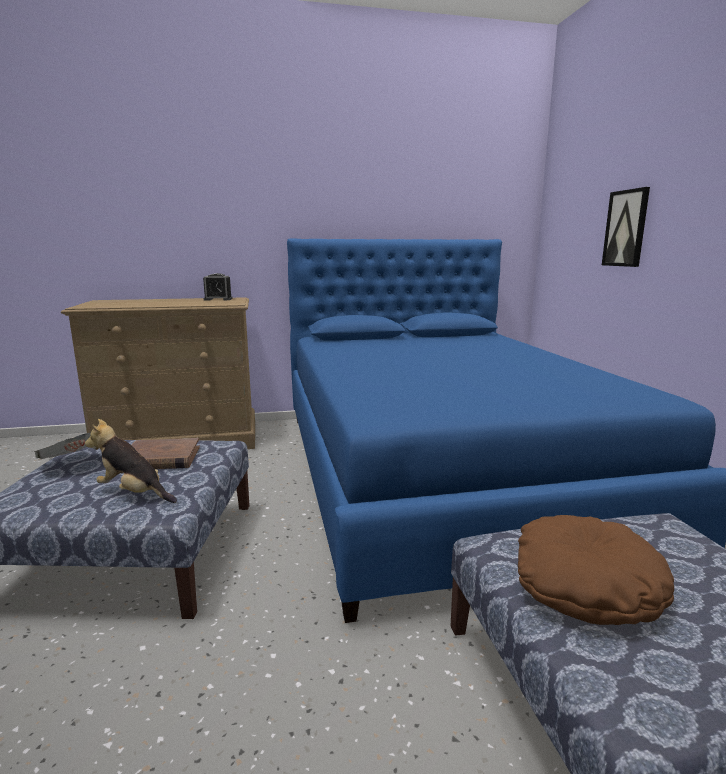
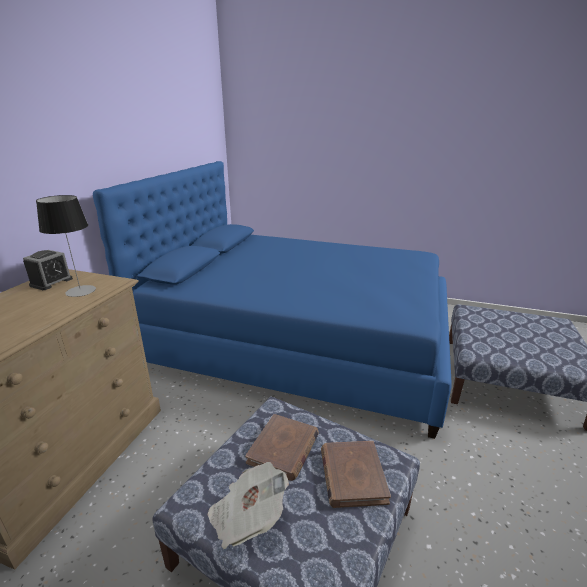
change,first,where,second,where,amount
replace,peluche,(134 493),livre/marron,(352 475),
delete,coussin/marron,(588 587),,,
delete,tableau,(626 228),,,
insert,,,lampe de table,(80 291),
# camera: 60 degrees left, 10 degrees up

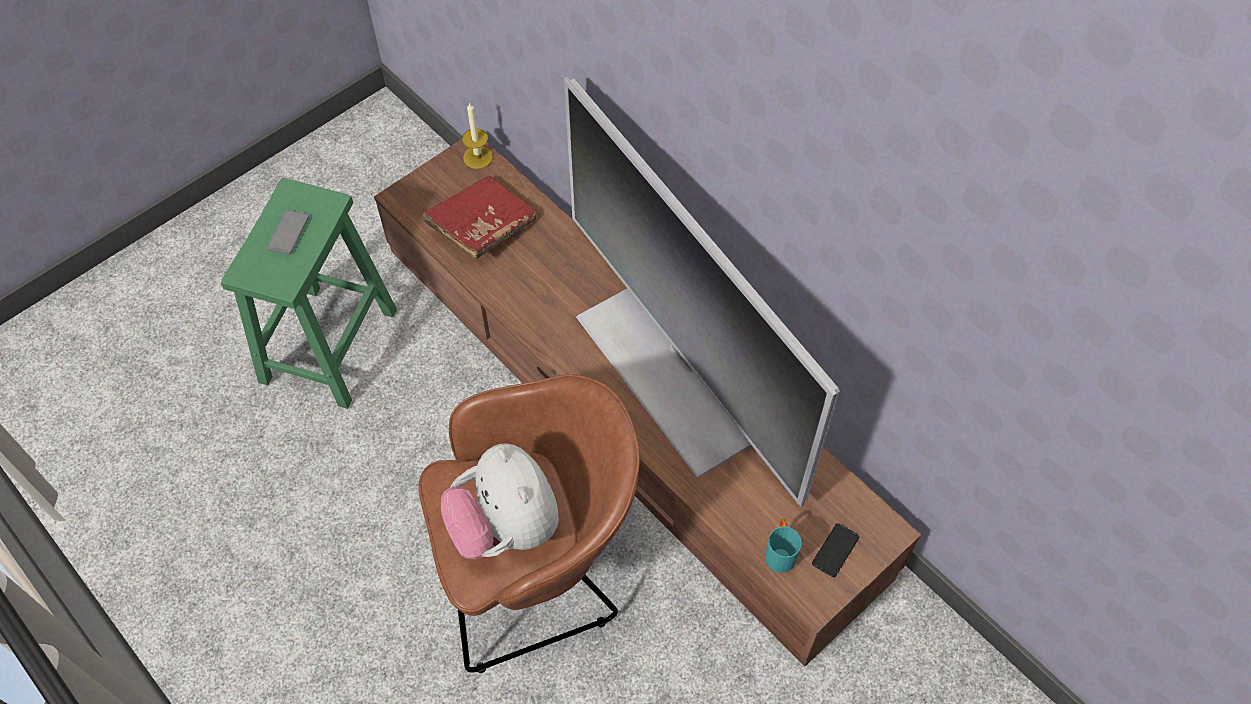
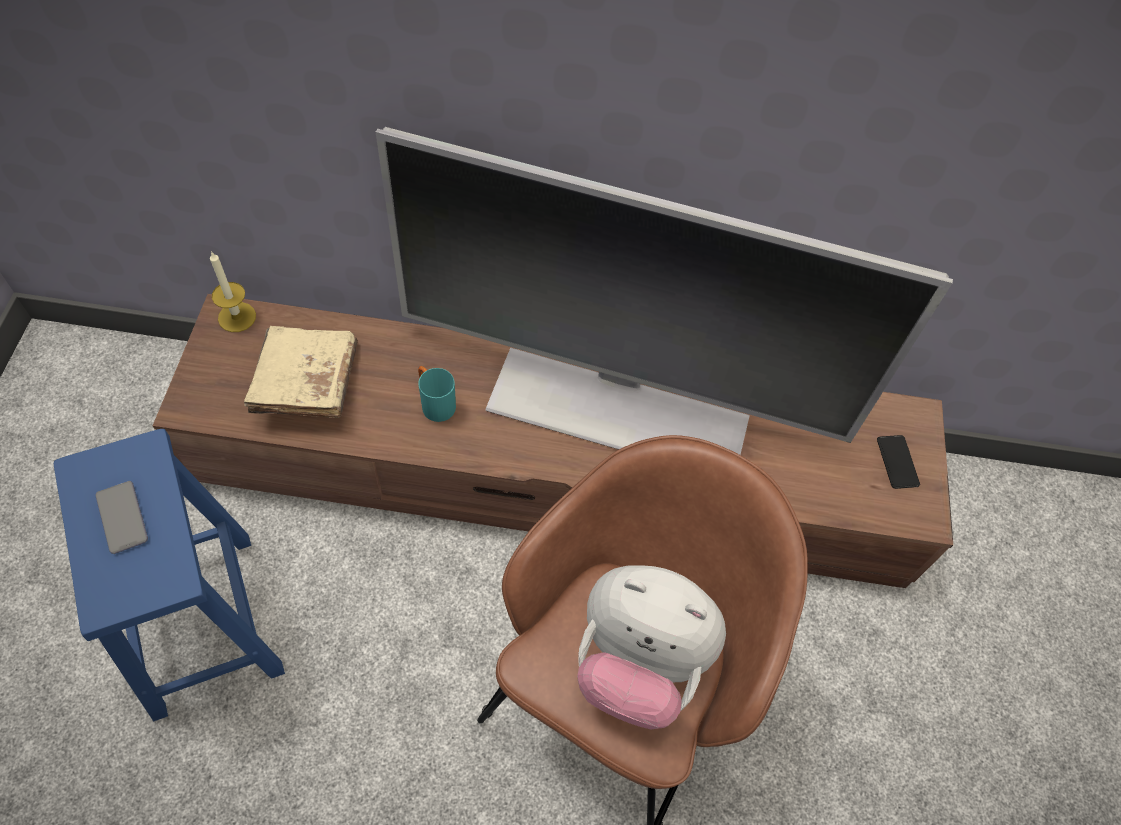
change,first,where,second,where,amount
recolor,tabouret/vert,(329 343),tabouret/bleu,(202 620),
recolor,livre/rouge,(482 227),livre/beige,(306 383),
move,mug/turquoise,(780 552),,(434 403),
# camera: 45 degrees left, 0 degrees up

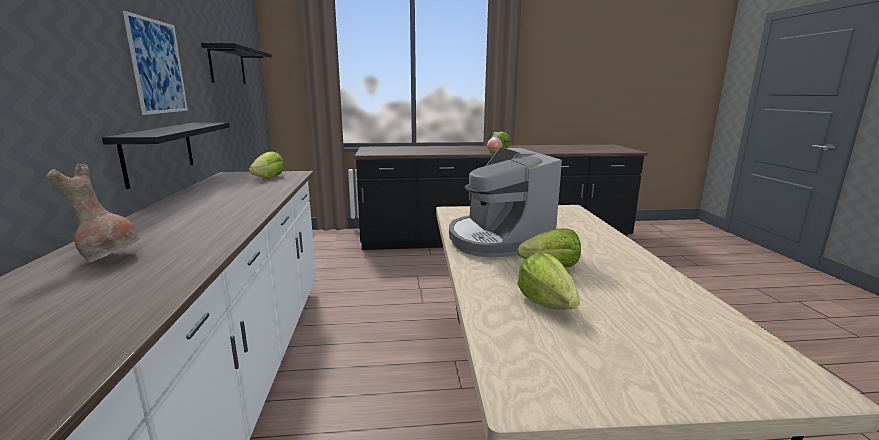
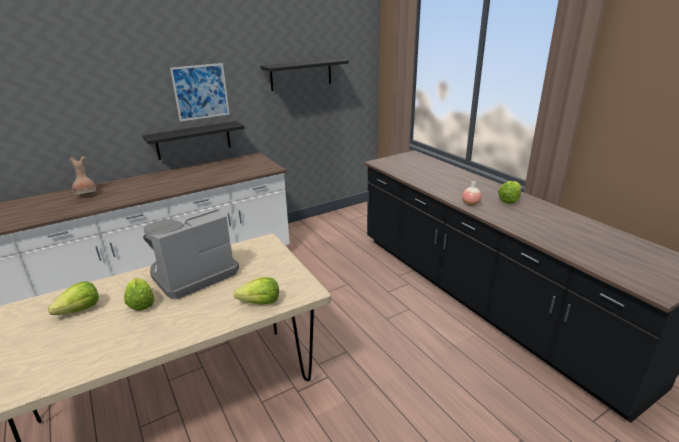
change,first,where,second,where,amount
move,laitue,(268 177),,(260 302),
# camera: 65 degrees right, 10 degrees up

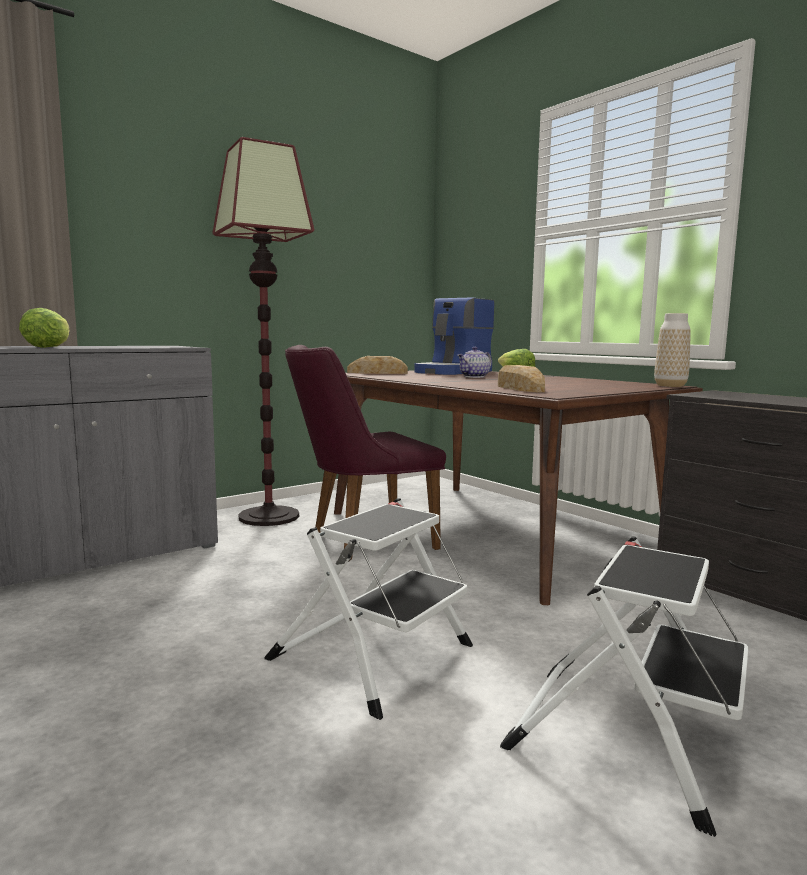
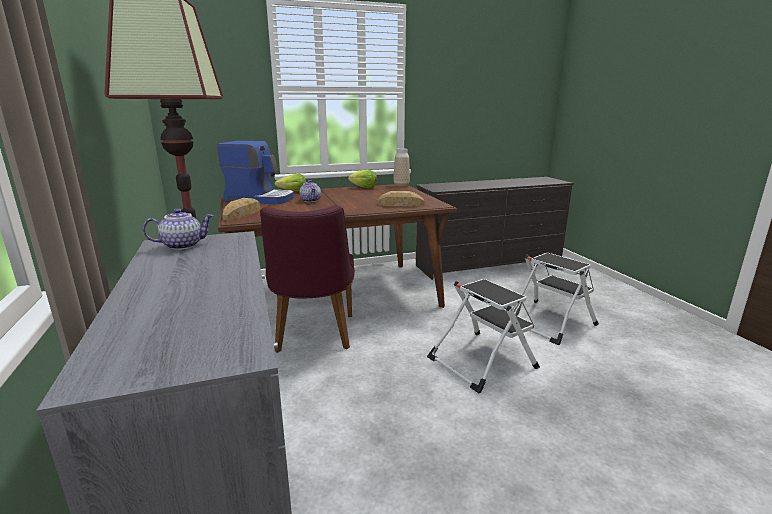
change,first,where,second,where,amount
move,laitue,(47 347),,(364 187),
rotate,machine à café,(454 372),,(260 199),45 degrees counterclockwise
insert,,,théière,(183 245),
# camera: 70 degrees left, 10 degrees up

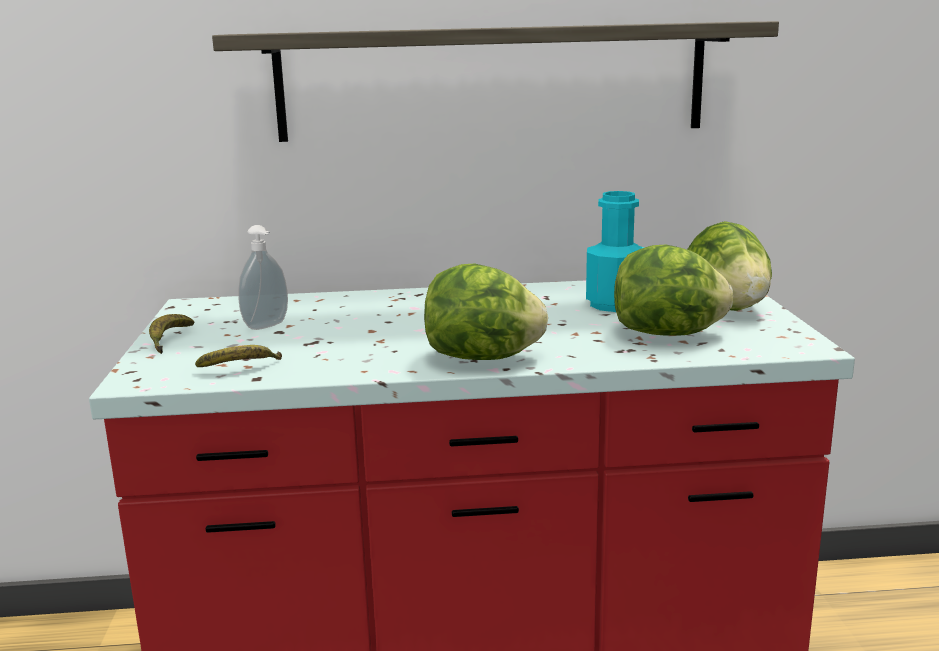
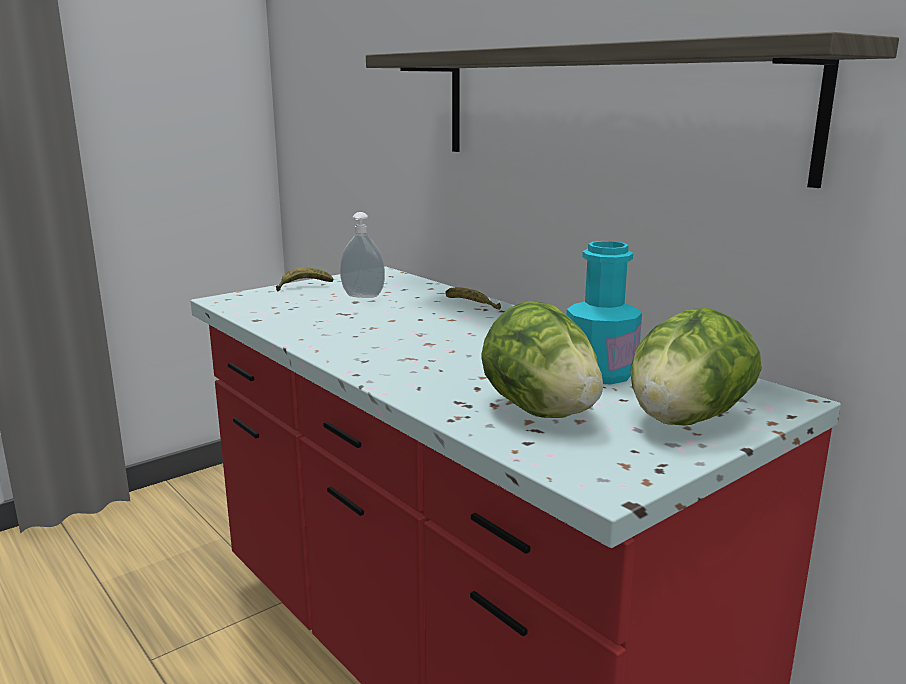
change,first,where,second,where,amount
move,banane,(241 368),,(469 306),
delete,laitue,(483 358),,,
# camera: 55 degrees right, 0 degrees up

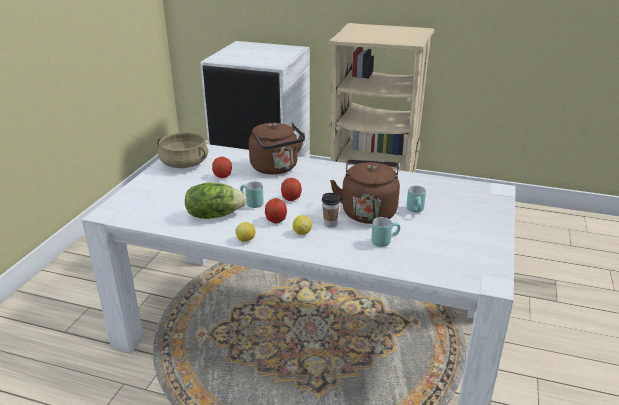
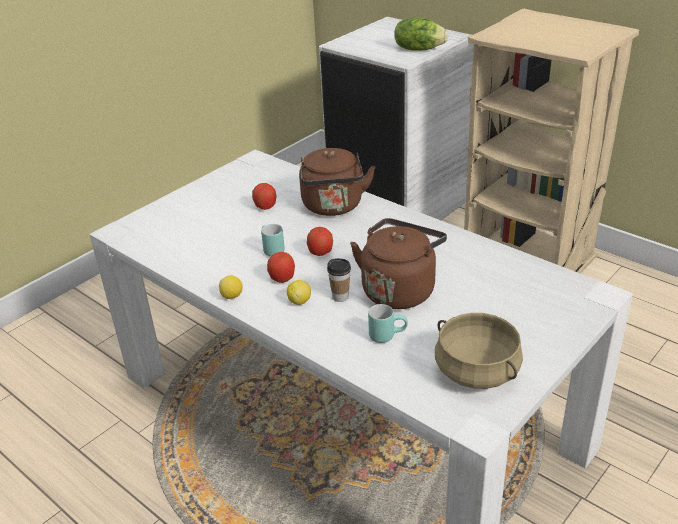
change,first,where,second,where,amount
move,marmite/beige,(184 164),,(476 371),
move,laitue,(214 215),,(418 49),
delete,mug/turquoise,(417 211),,,
# camera: 25 degrees right, 5 degrees up

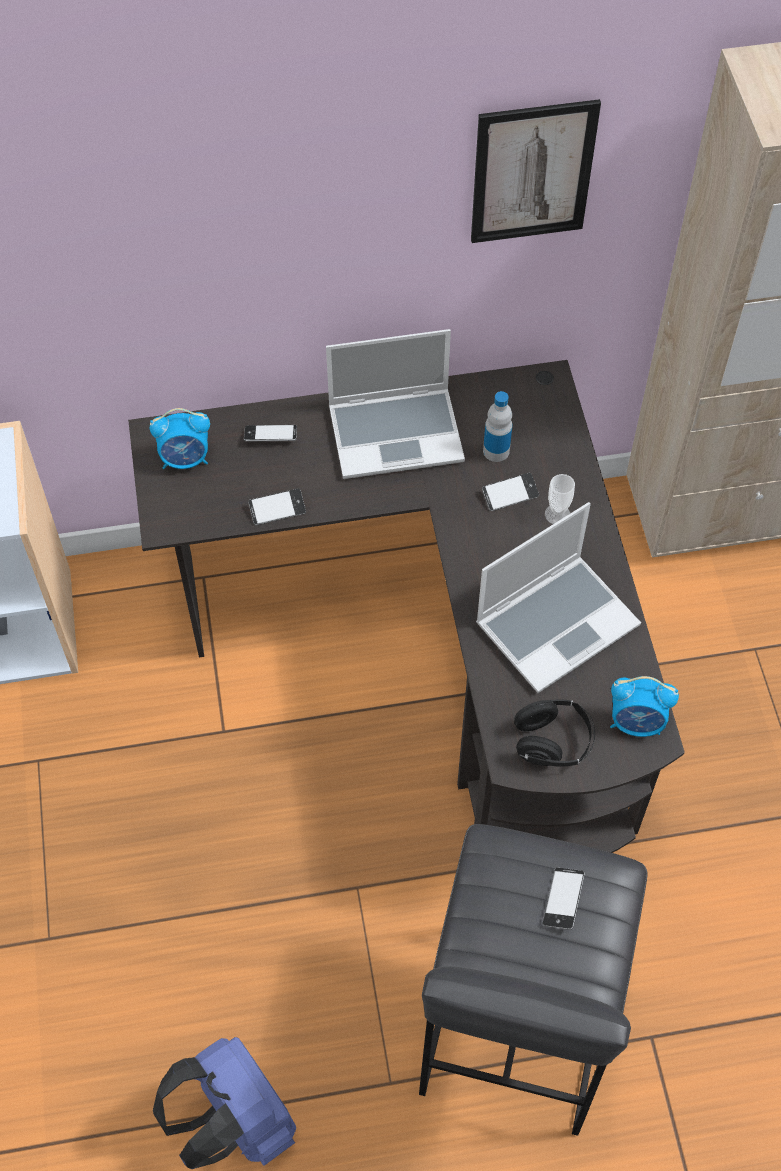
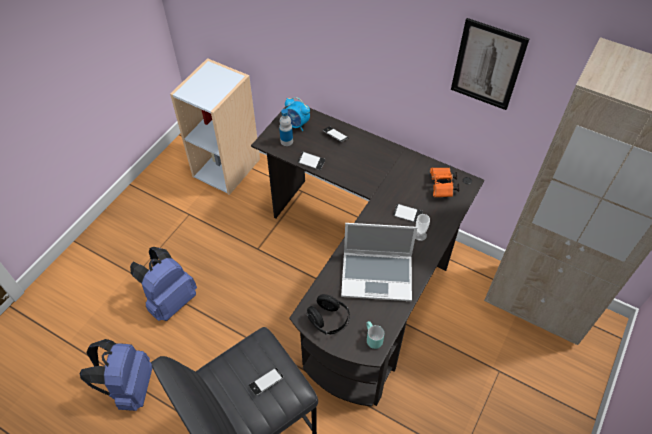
change,first,where,second,where,amount
delete,ordinateur portable,(397 433),,,
move,bouteille,(496 451),,(286 141),
replace,réveil,(636 722),mug/turquoise,(371 339),
insert,,,sac à dos/bleu,(170 300),
insert,,,jumelles/orange,(442 187),
# camera: 40 degrees right, 5 degrees down

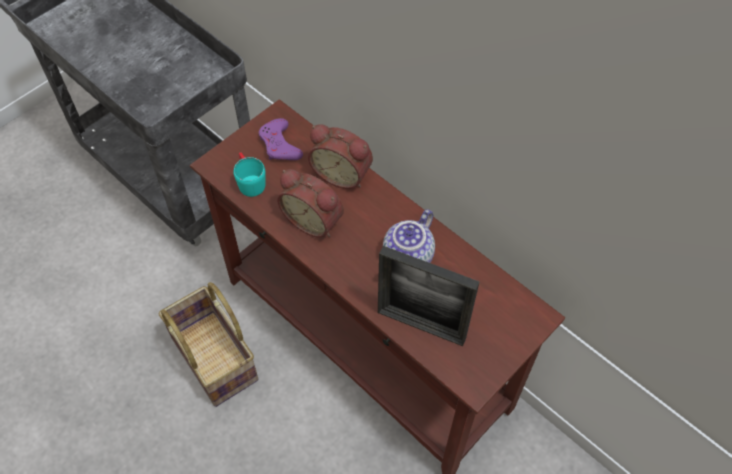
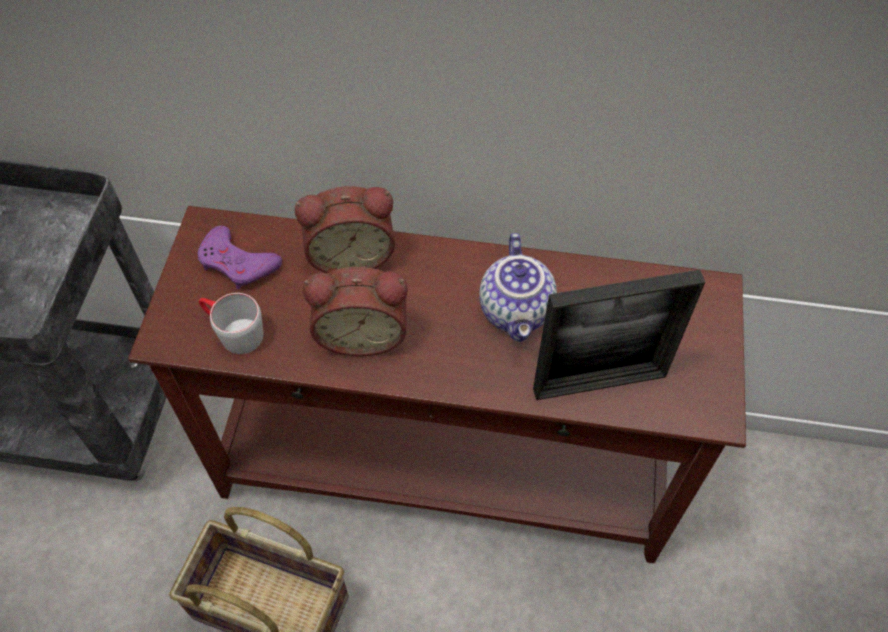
change,first,where,second,where,amount
recolor,mug/turquoise,(249 181),mug/gris,(233 332),
# camera: 35 degrees left, 0 degrees up

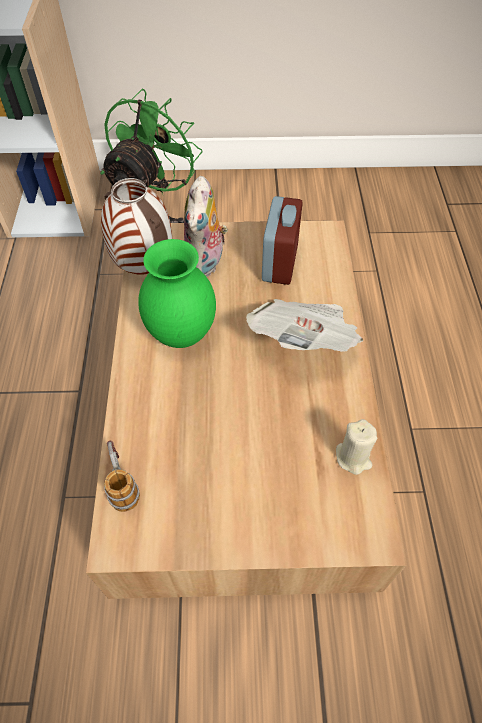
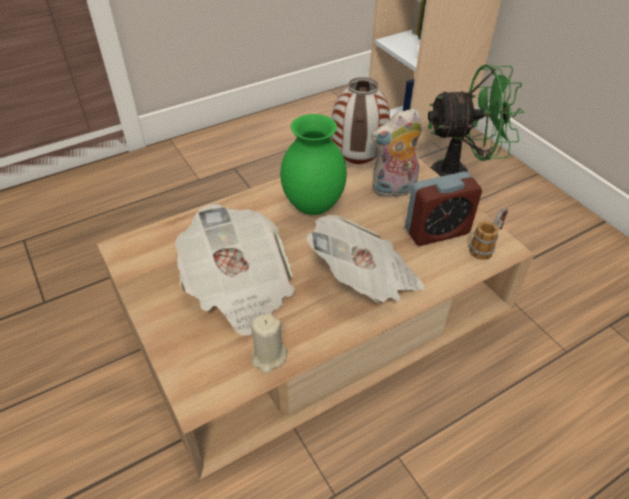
change,first,where,second,where,amount
move,mug,(122 484),,(486 246),
insert,,,journal,(239 288),
# camera: 60 degrees right, 10 degrees down

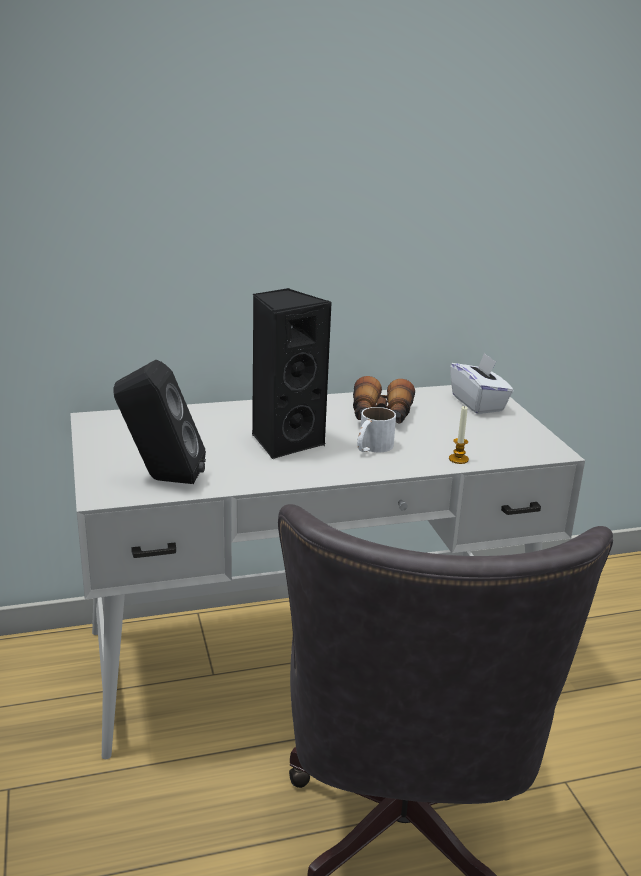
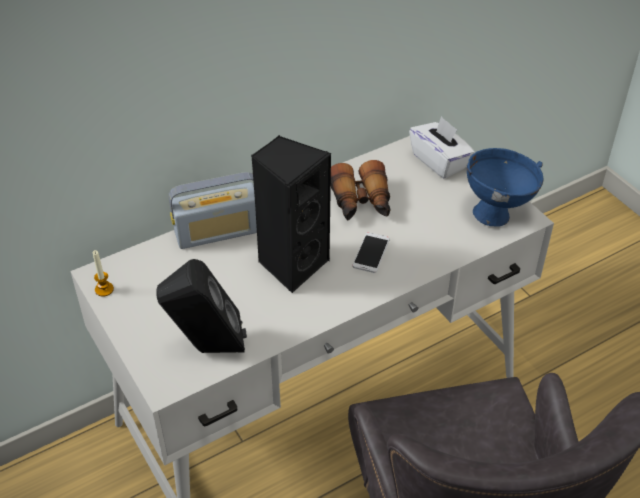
change,first,where,second,where,amount
replace,mug/blanc,(371 448),téléphone,(371 253),
move,bougie,(458 459),,(104 289),
insert,,,radio,(218 232),
insert,,,bol/bleu,(498 213),
# camera: 15 degrees left, 20 degrees up

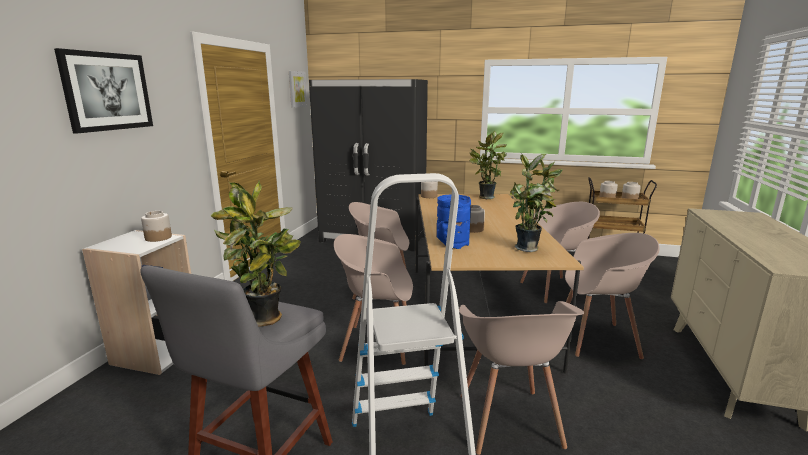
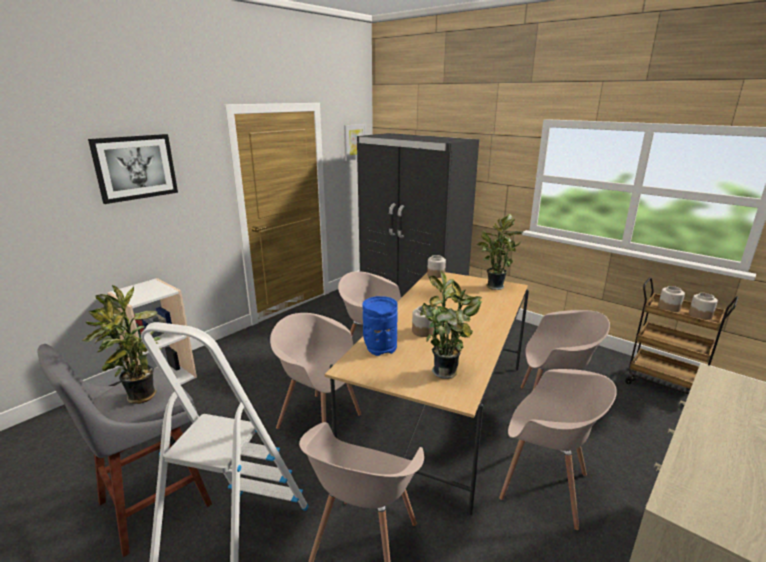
change,first,where,second,where,amount
delete,bocal,(158 237),,,
# camera: 25 degrees right, 5 degrees up

